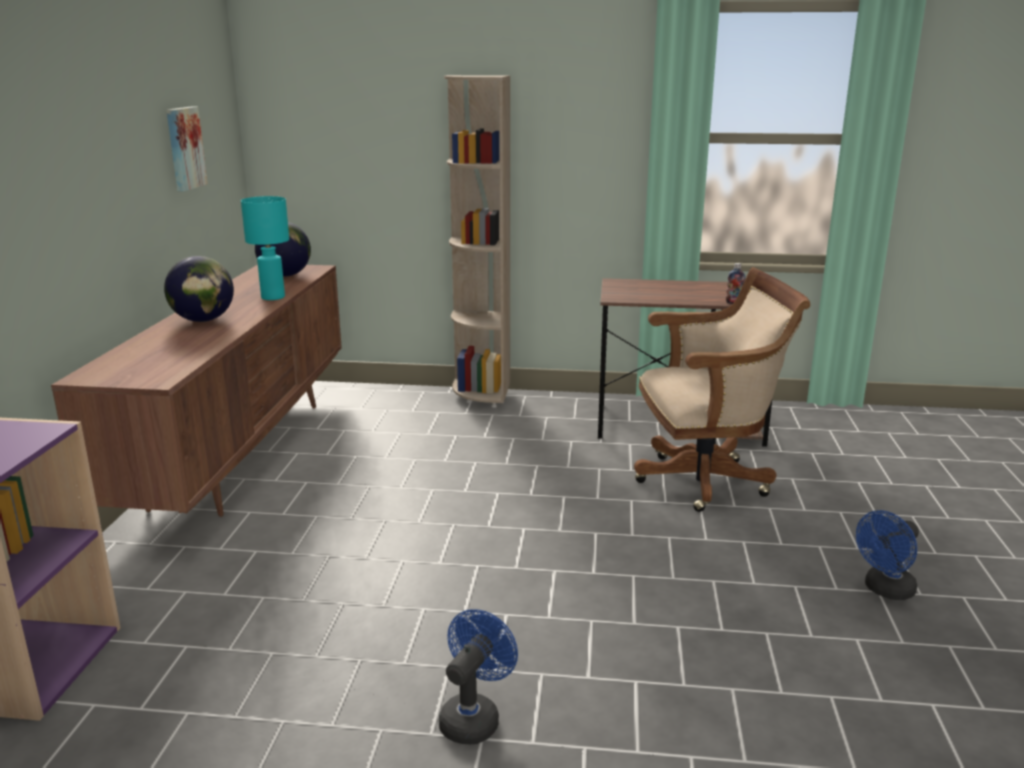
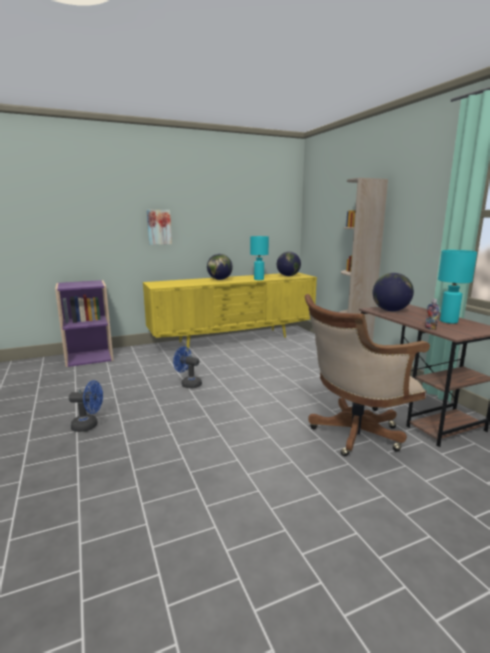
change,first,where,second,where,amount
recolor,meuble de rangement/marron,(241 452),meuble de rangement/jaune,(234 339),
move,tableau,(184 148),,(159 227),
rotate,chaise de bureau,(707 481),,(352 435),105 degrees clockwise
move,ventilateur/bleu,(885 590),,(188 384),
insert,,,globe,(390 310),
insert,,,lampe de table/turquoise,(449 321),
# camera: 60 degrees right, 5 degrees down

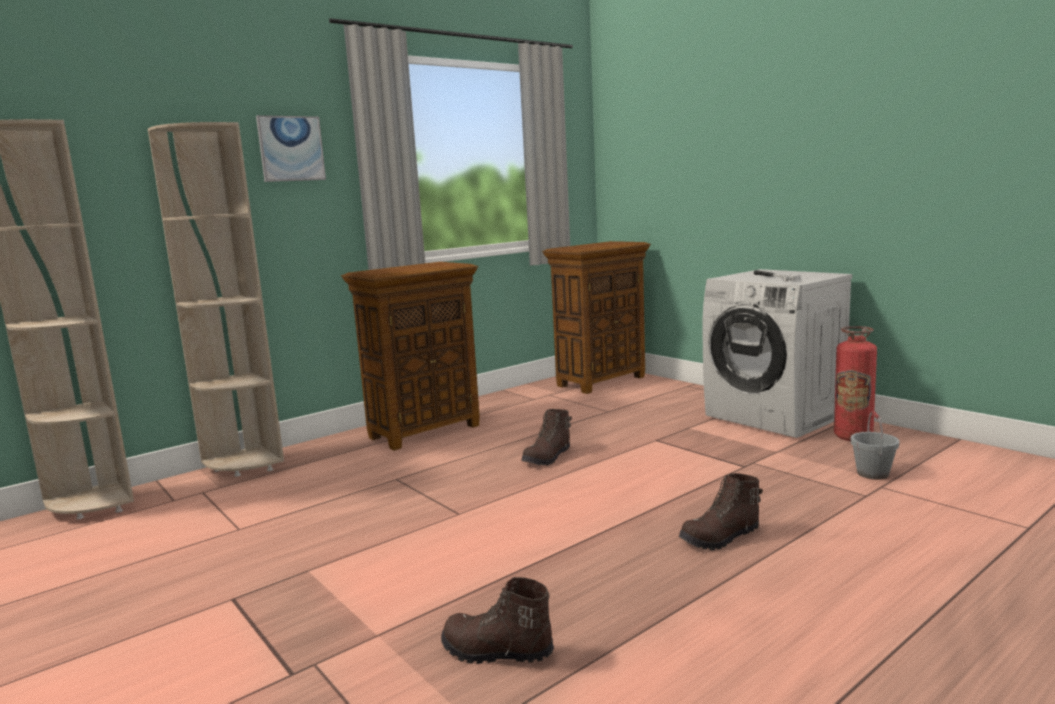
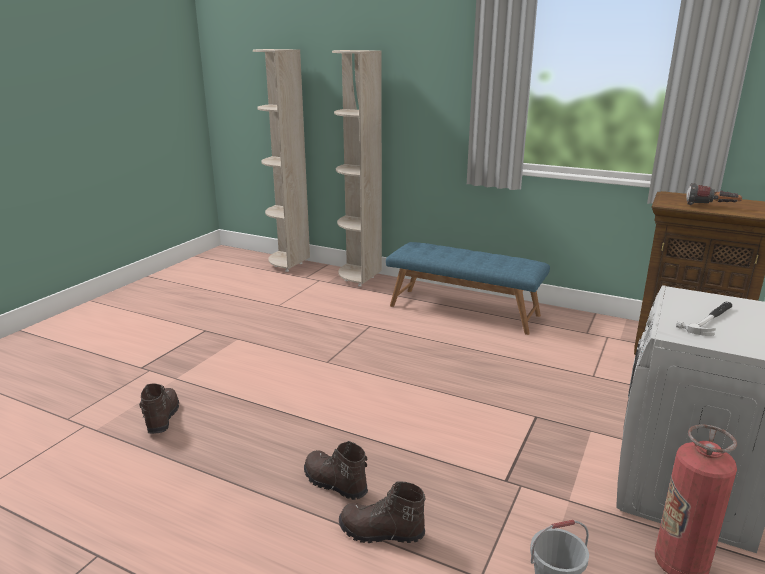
change,first,where,second,where,amount
delete,tableau,(291 149),,,
replace,meuble de rangement/marron,(425 431),banc/bleu,(464 310),
move,botte/marron,(548 458),,(381 532),
insert,,,lampe de poche,(711 207),
# camera: 65 degrees right, 10 degrees up

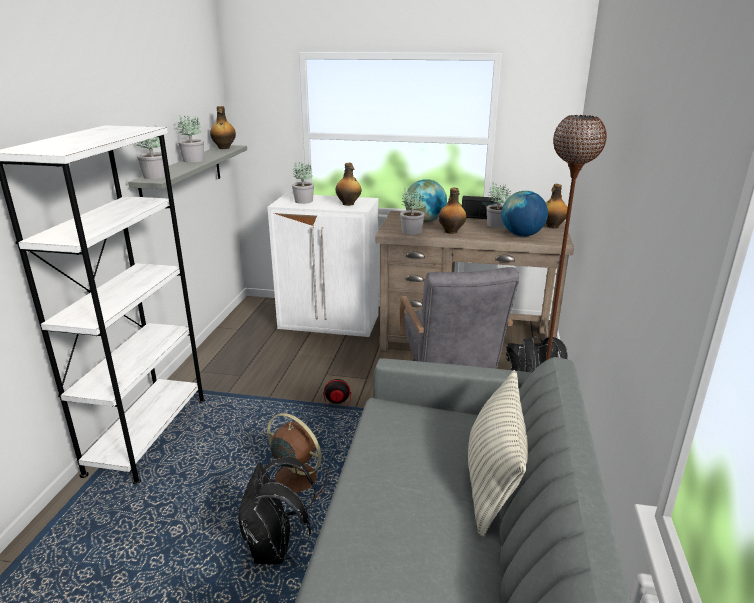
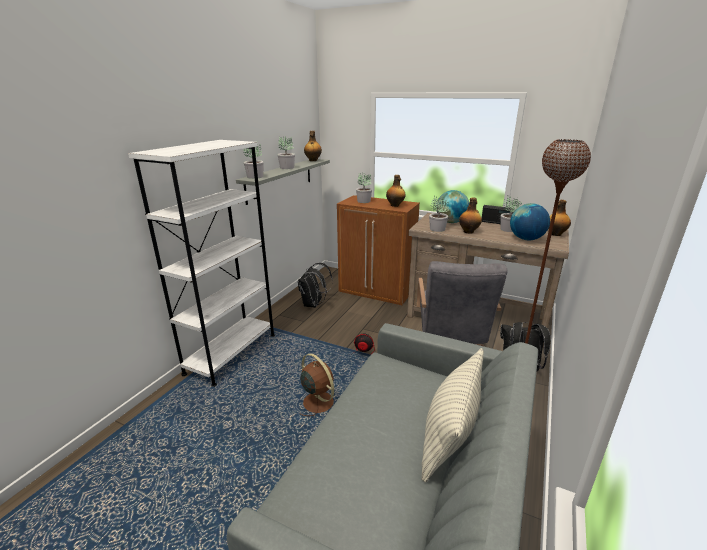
change,first,where,second,where,amount
move,sac à dos/noir,(275 549),,(314 304),
recolor,meuble de rangement/blanc,(329 321),meuble de rangement/marron,(376 290),
# camera: 15 degrees right, 0 degrees up

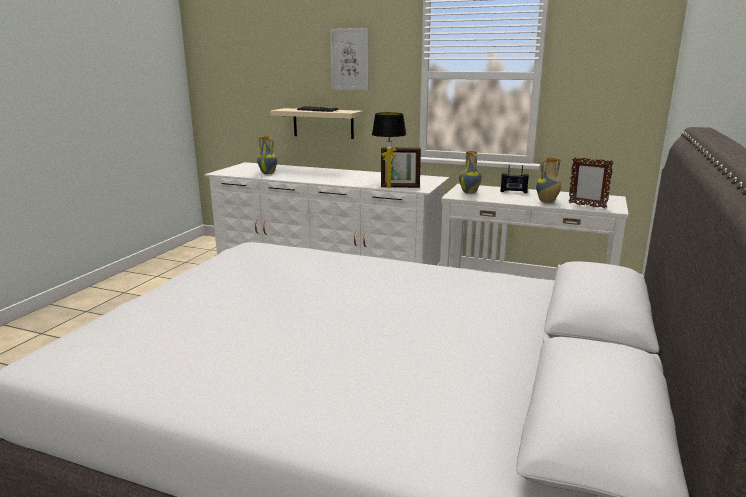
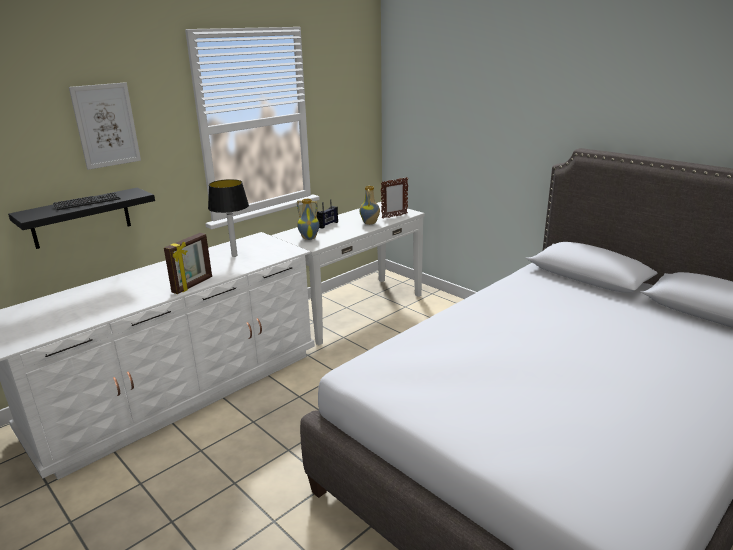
change,first,where,second,where,amount
delete,vase,(268 173),,,
recolor,étagère/beige,(323 123),étagère/noir,(81 218),
move,cadre photo,(400 187),,(193 285),
# camera: 65 degrees left, 5 degrees up

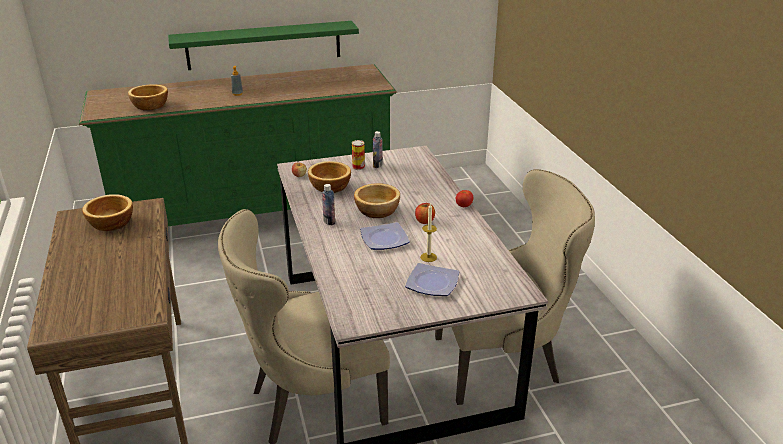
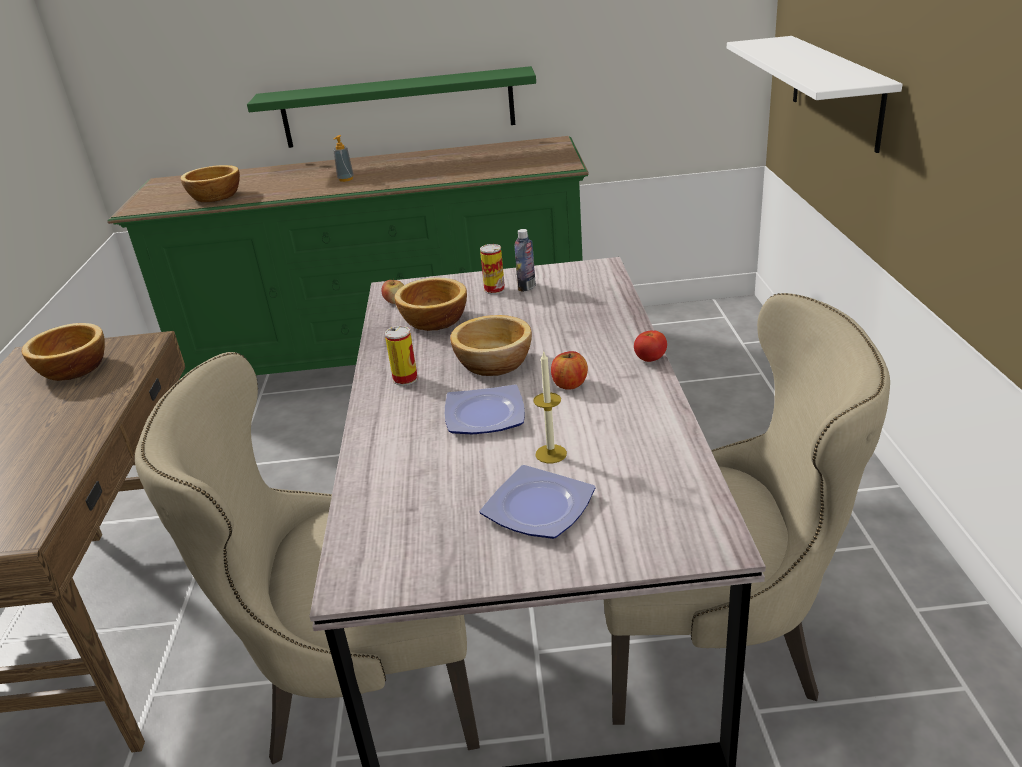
change,first,where,second,where,amount
replace,bouteille,(329 221),boîte métallique,(405 379),
insert,,,étagère/blanc,(836 90),
# camera: 15 degrees right, 0 degrees up

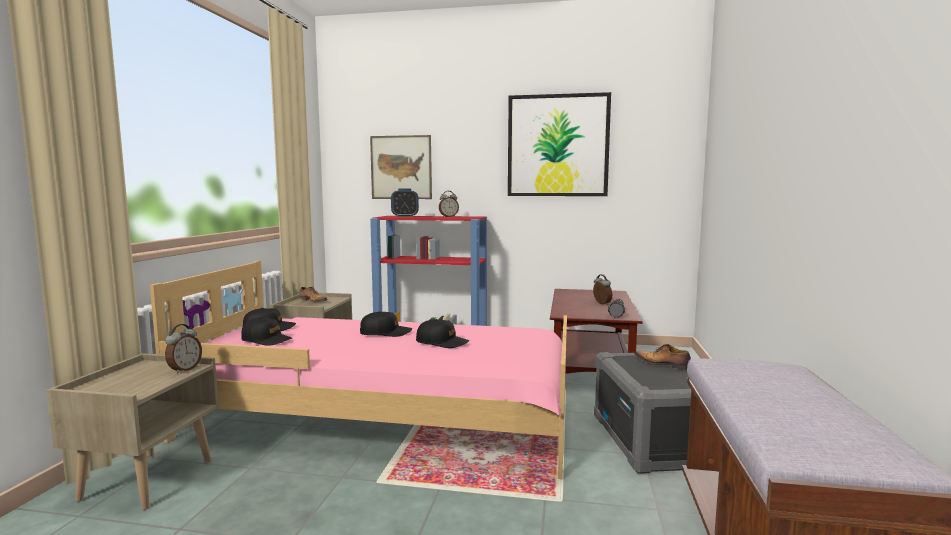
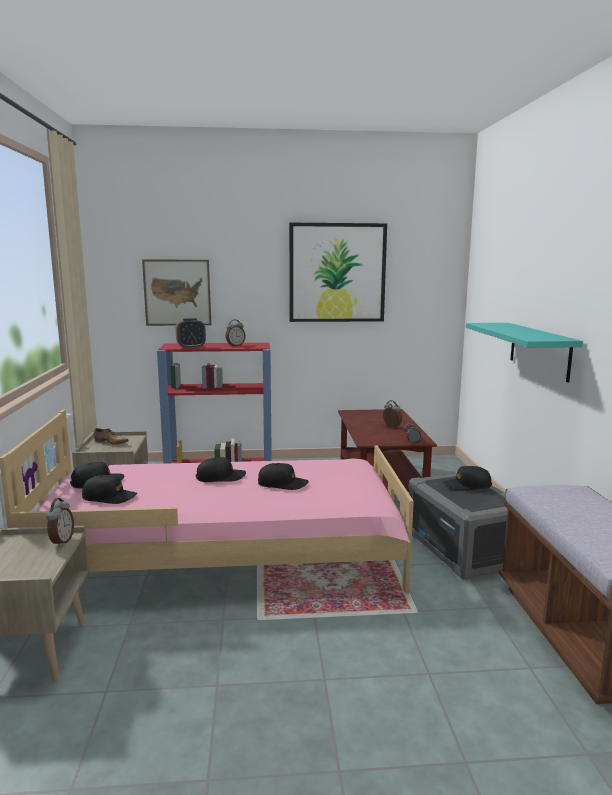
change,first,where,second,where,amount
replace,chaussure,(662 364),casquette/noir,(467 485),
insert,,,étagère/turquoise,(539 350),
# camera: 15 degrees left, 5 degrees up

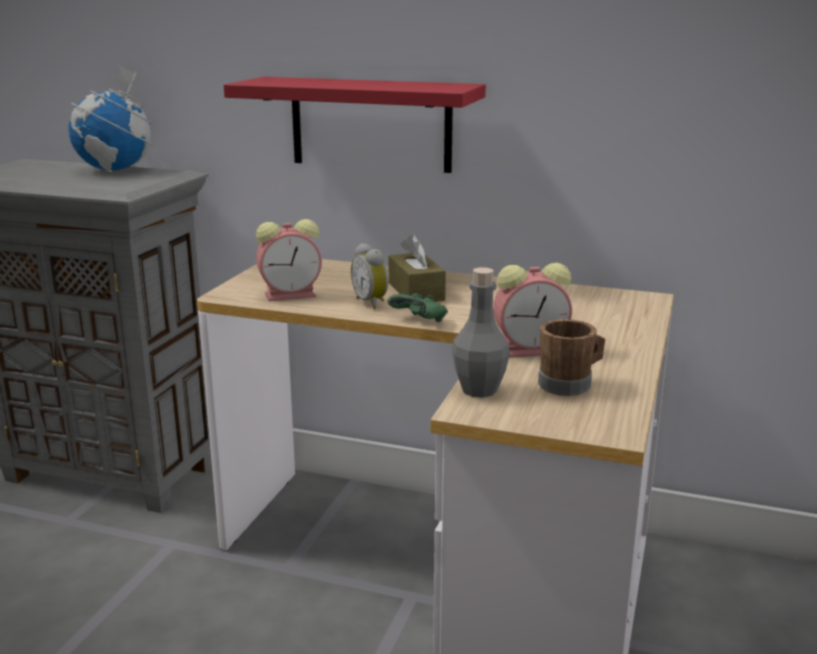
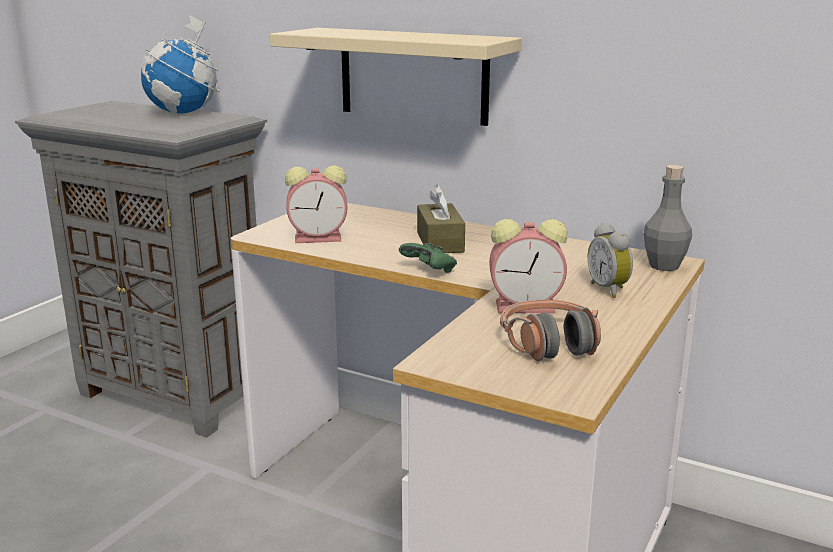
change,first,where,second,where,amount
recolor,étagère/rouge,(370 124),étagère/beige,(413 75),
move,réveil,(372 303),,(610 290),
move,bouteille/gris,(479 390),,(664 266),
replace,mug/marron,(570 384),casque audio,(550 344),
# camera: 10 degrees right, 0 degrees up

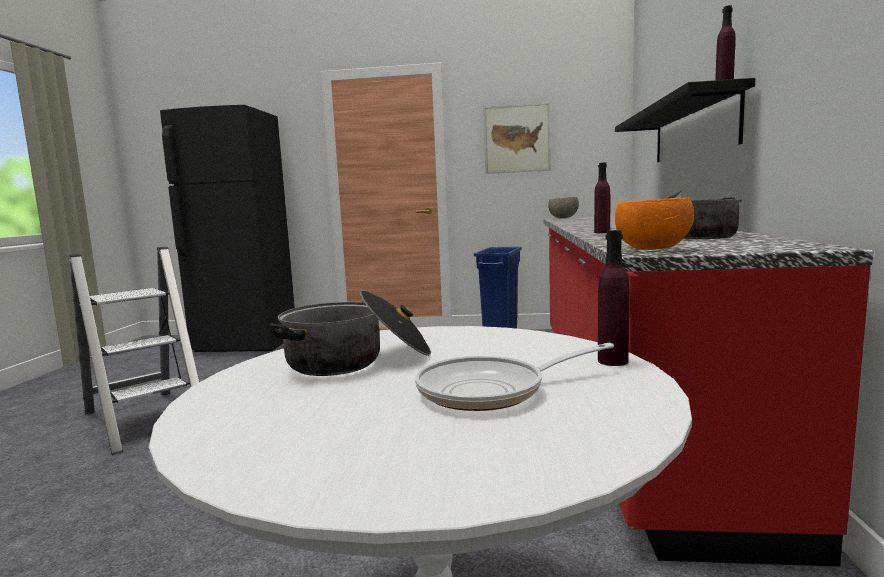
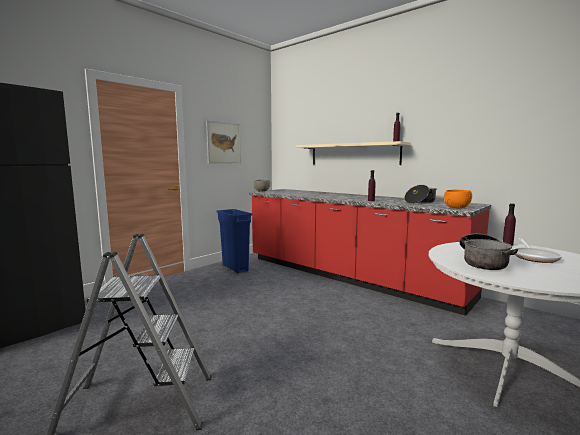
change,first,where,second,where,amount
recolor,étagère/noir,(692 131),étagère/beige,(353 154),
# camera: 55 degrees left, 0 degrees up

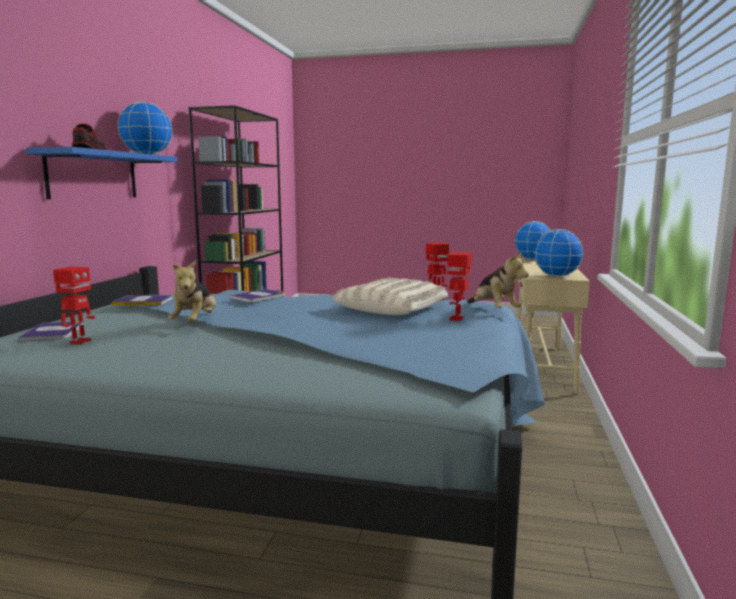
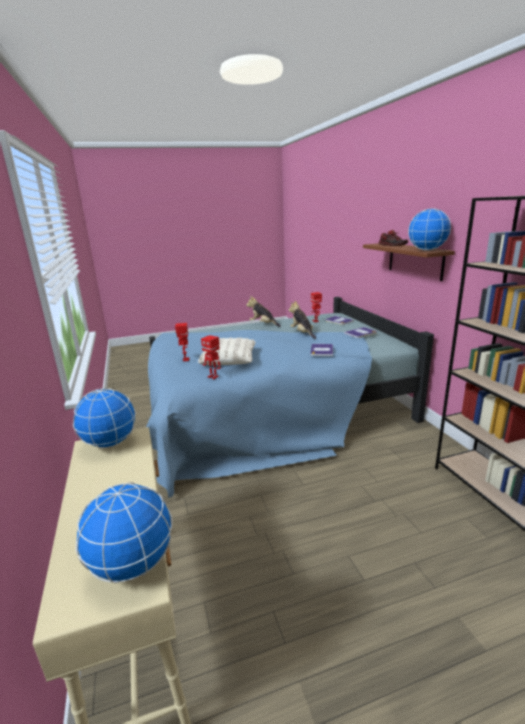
change,first,where,second,where,amount
recolor,étagère/bleu,(93 175),étagère/marron,(415 260),
move,peluche,(494 310),,(263 324),
# camera: 150 degrees right, 10 degrees up

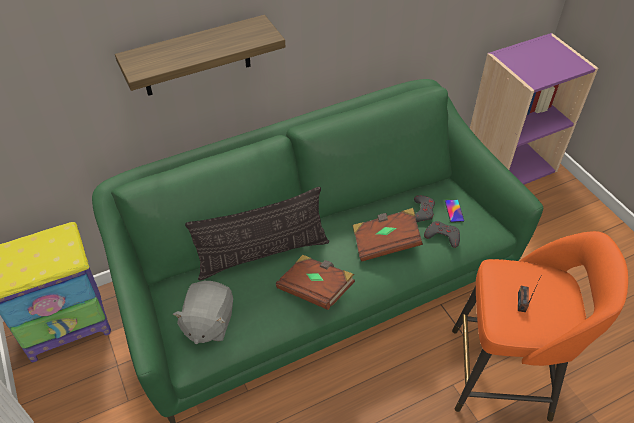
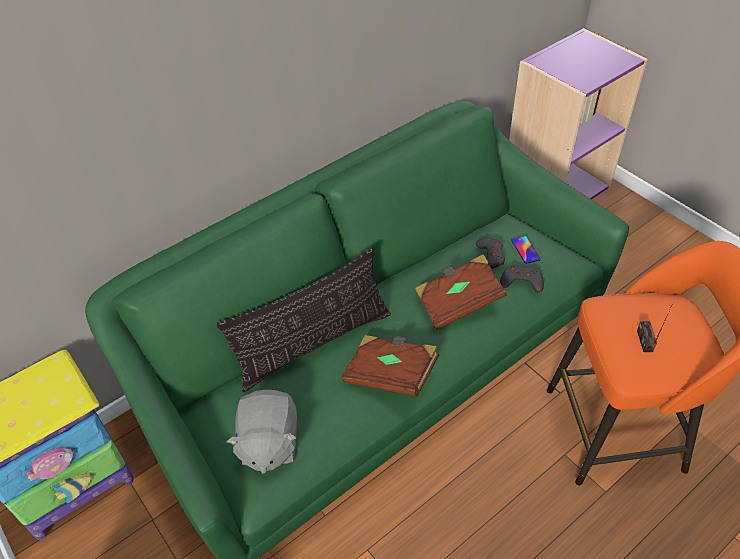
change,first,where,second,where,amount
delete,étagère,(196 57),,,
# camera: 10 degrees left, 0 degrees up

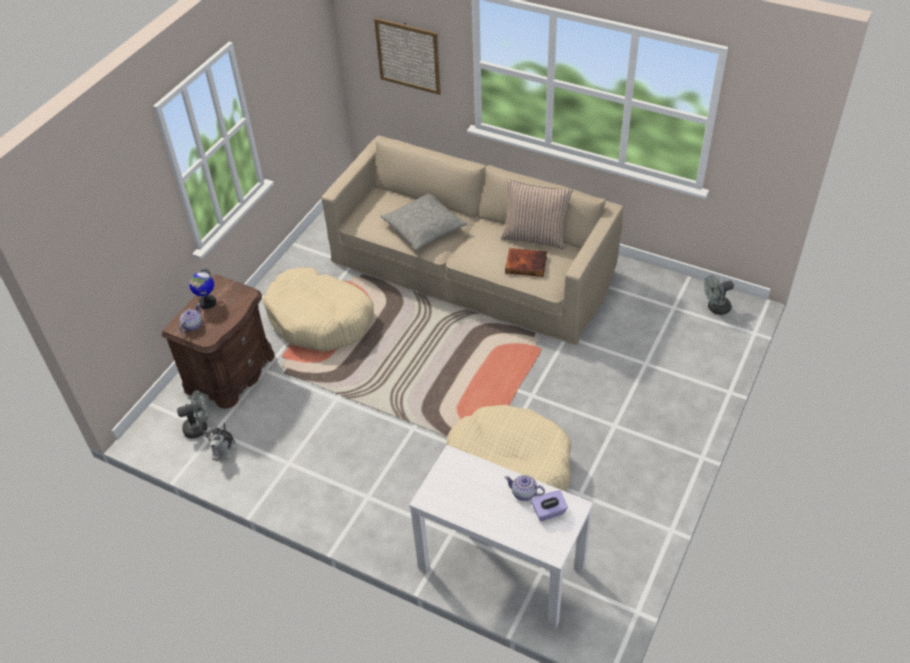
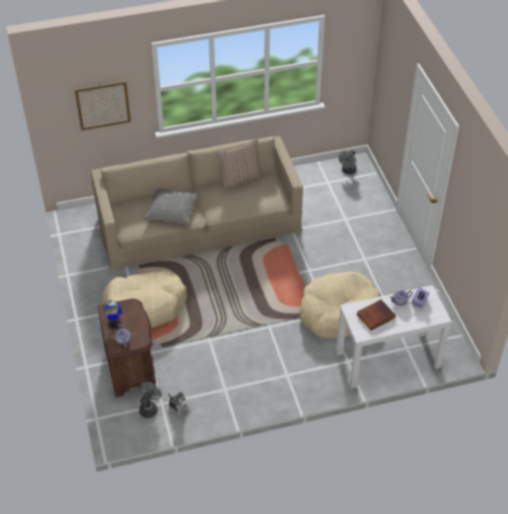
change,first,where,second,where,amount
move,livre,(526 263),,(375 315),
# camera: 45 degrees left, 0 degrees up

